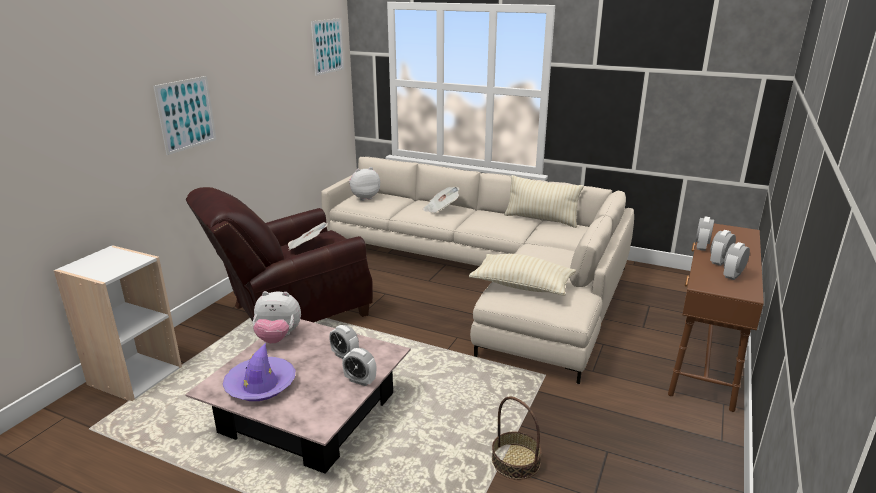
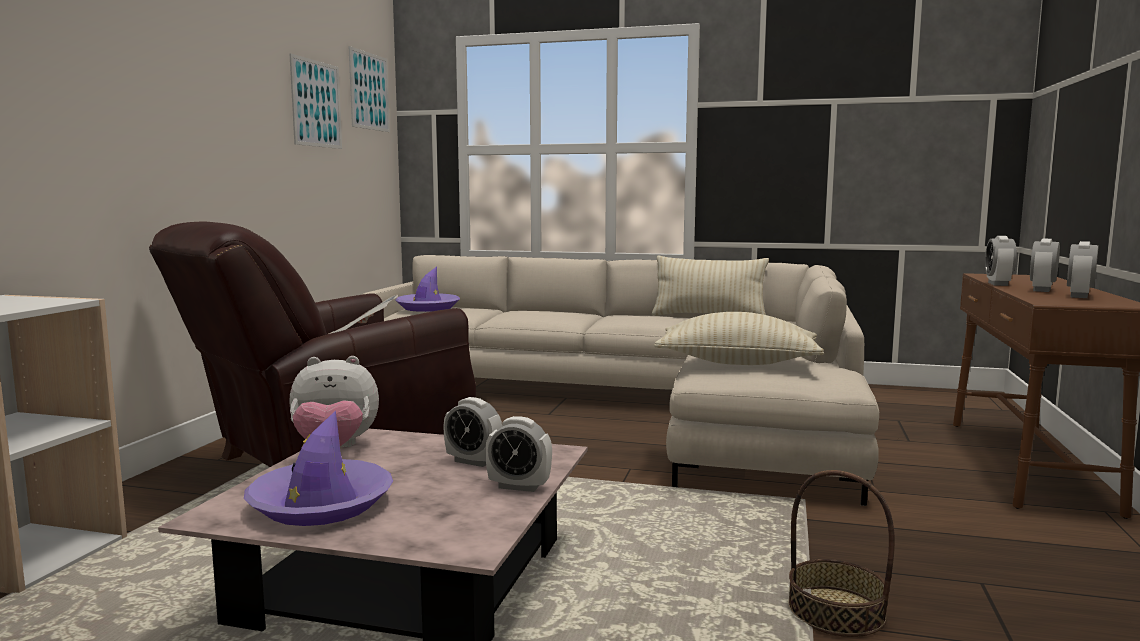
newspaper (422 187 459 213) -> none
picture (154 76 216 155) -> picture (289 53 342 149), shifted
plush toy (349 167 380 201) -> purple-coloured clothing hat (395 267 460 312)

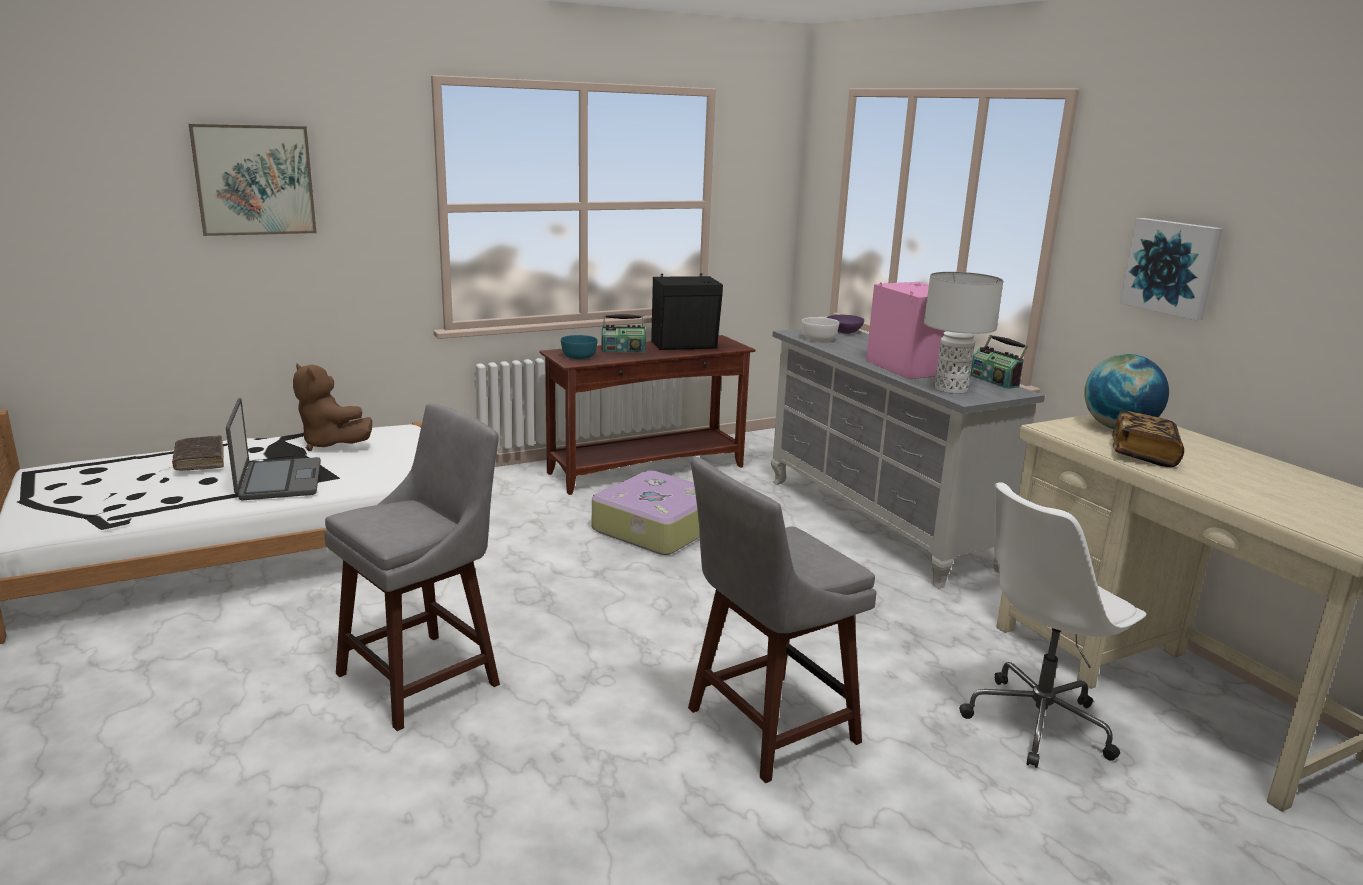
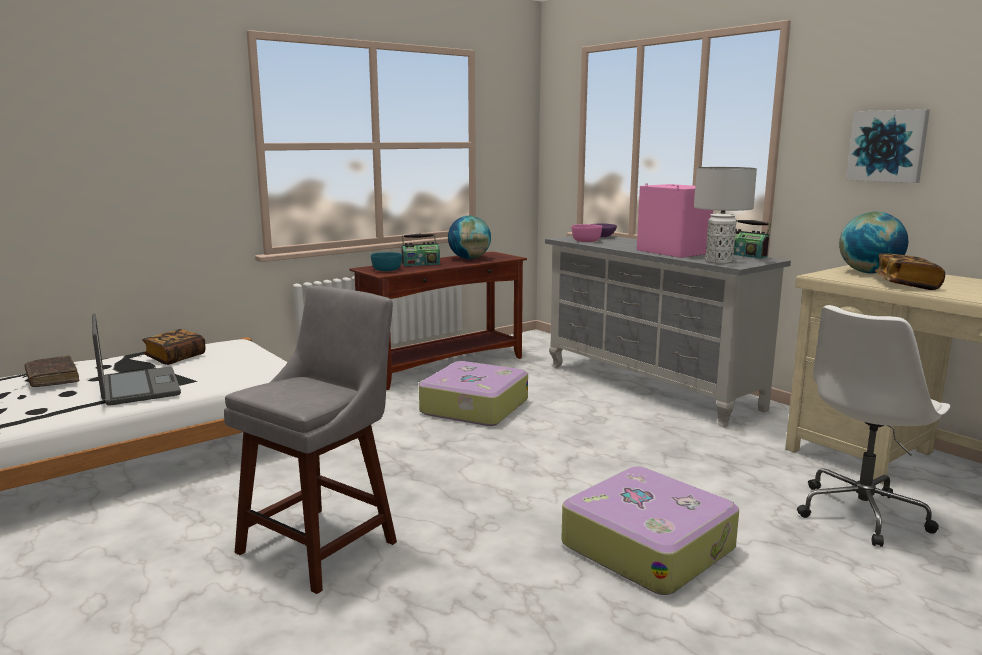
picture (189 124 317 236) -> none
brown plush toy (293 364 372 451) -> volume (142 329 205 365)
blackish audio speaker (651 273 723 350) -> globe (448 216 491 259)
grey upright chair (688 457 876 783) -> travel case (561 466 739 595)
whitish deep dish (802 317 839 342) -> pink deep dish (571 224 602 242)

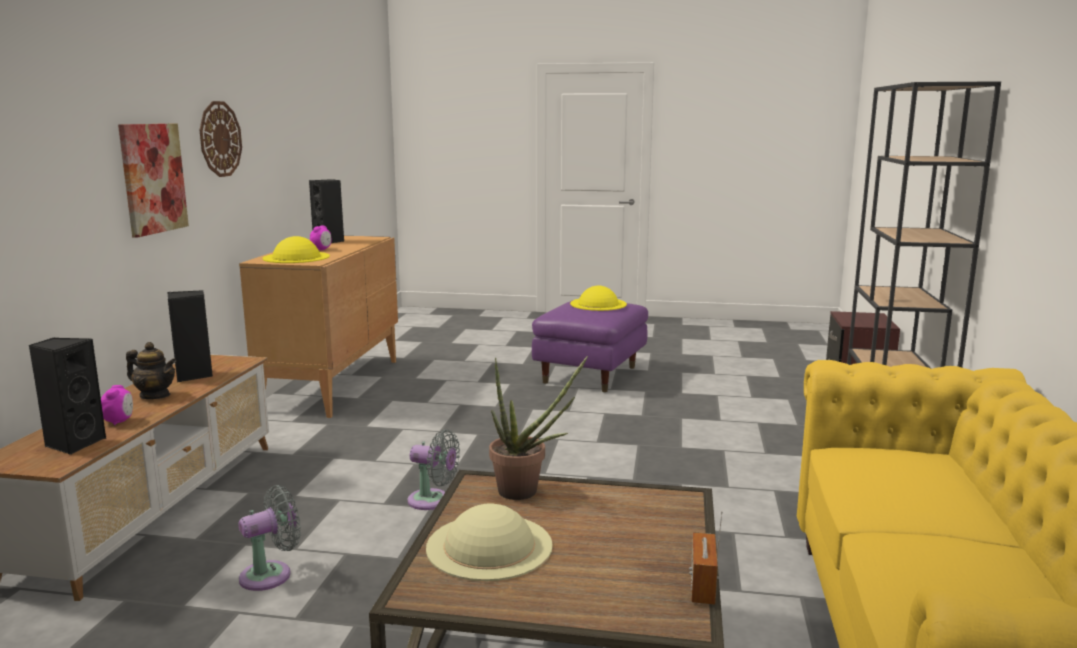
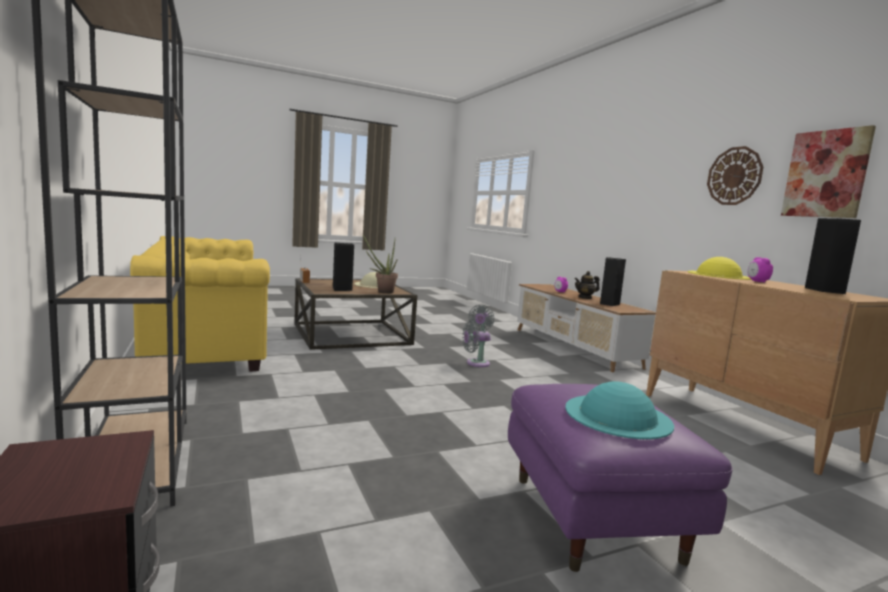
blackish audio speaker (29 338 106 455) -> blackish audio speaker (333 242 354 291), shifted
picture (118 124 189 238) -> picture (781 125 876 218), shifted
yellow-coloured clothing hat (570 286 627 311) -> blue-green clothing hat (565 381 674 439)

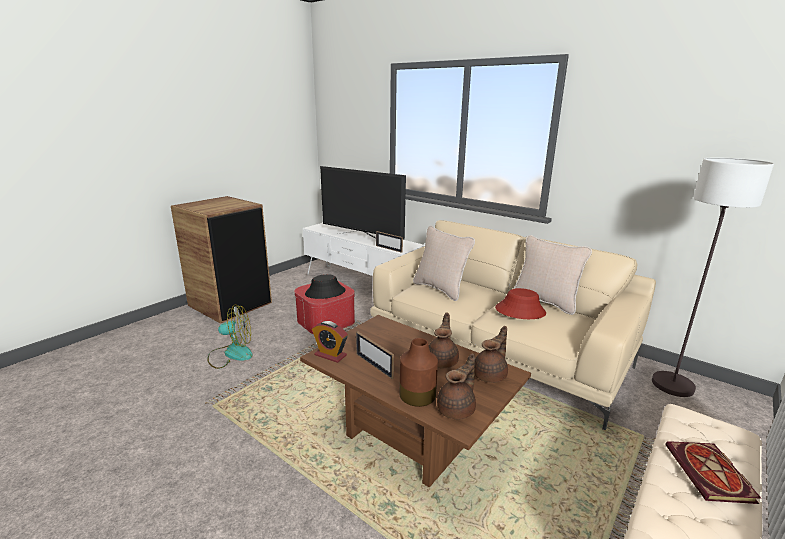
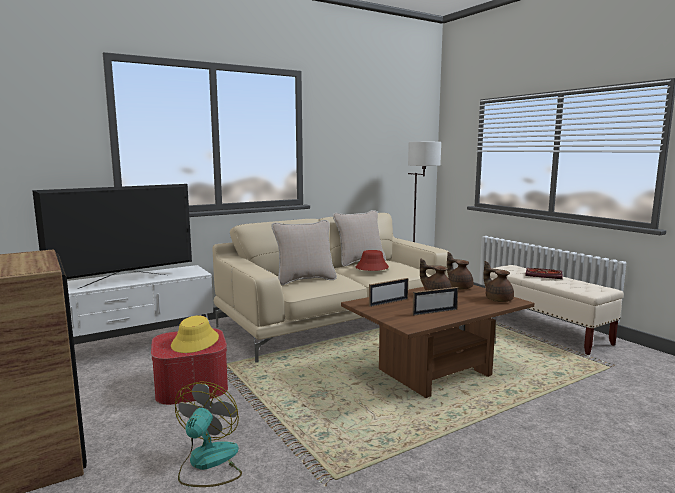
bedside clock (312 321 348 363) -> none
brown decorative vase (399 338 438 407) -> none
standing frame (376 231 403 253) -> standing frame (369 278 408 307), shifted
blackish clothing hat (305 274 346 299) -> yellow-coloured clothing hat (171 315 219 353)

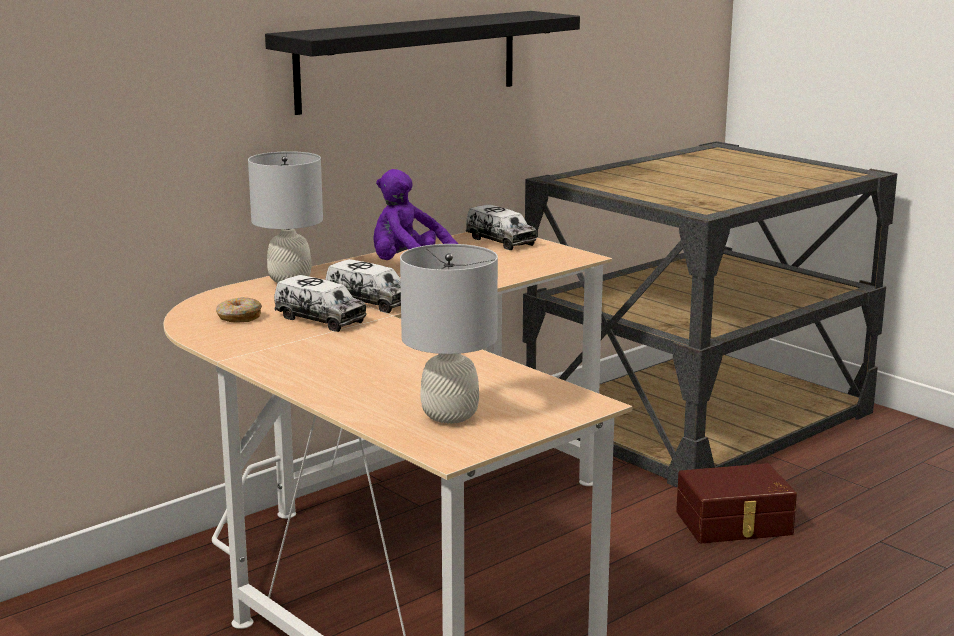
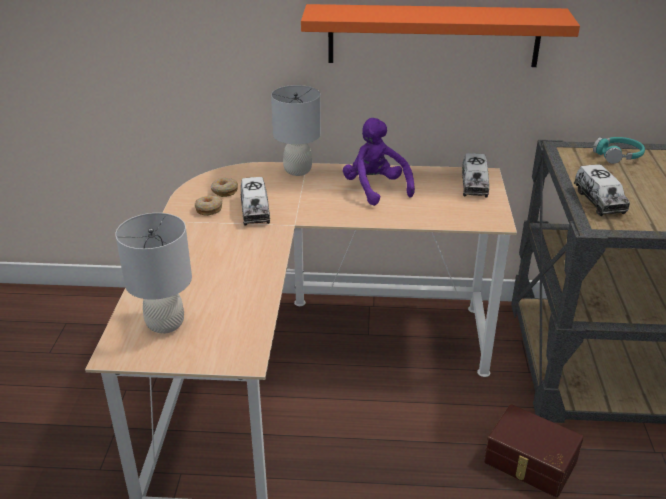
none -> ring doughnut (195 195 223 216)
none -> blue-green pair of headphones (593 137 645 164)
toy lorry (325 259 401 313) -> toy lorry (574 165 630 216), shifted
blackish bracket shelf (265 11 580 115) -> orangey bracket shelf (301 4 580 67)

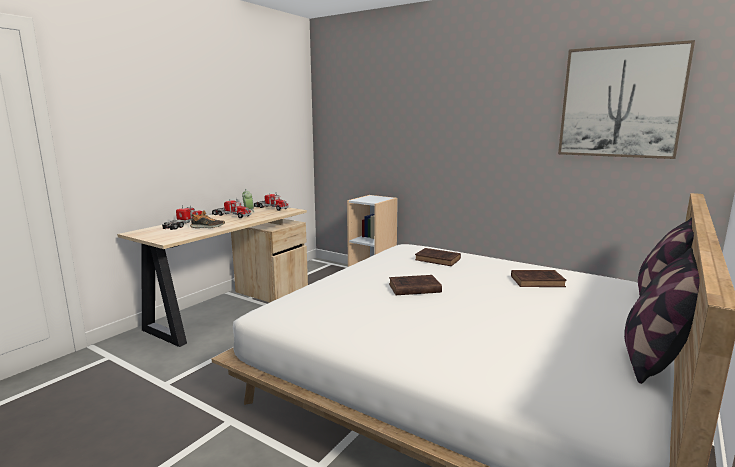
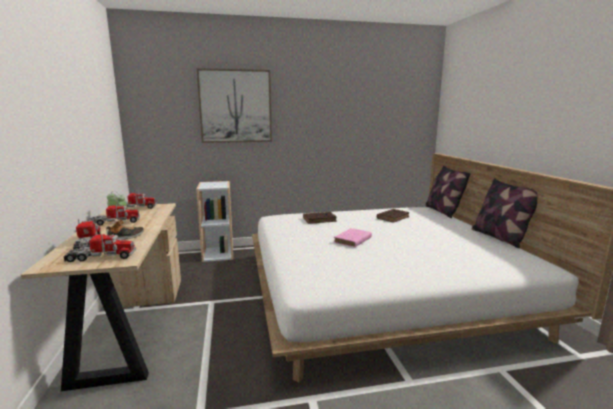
none -> toy lorry (64 230 136 262)
picture (558 40 695 159) -> picture (197 68 272 143), shifted
brown volume (389 275 442 295) -> pink volume (334 228 372 247)

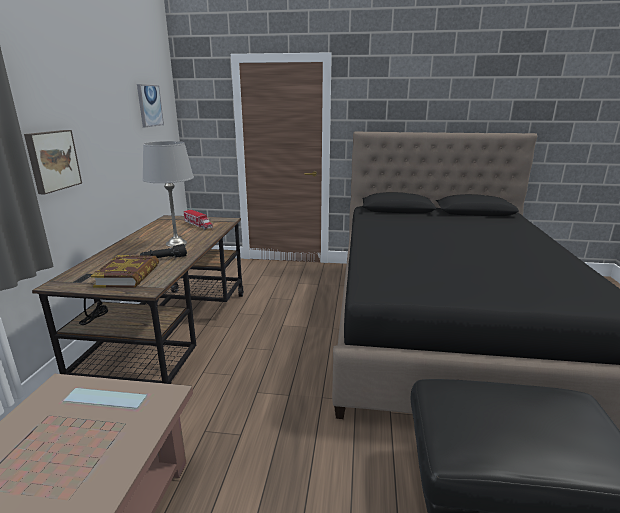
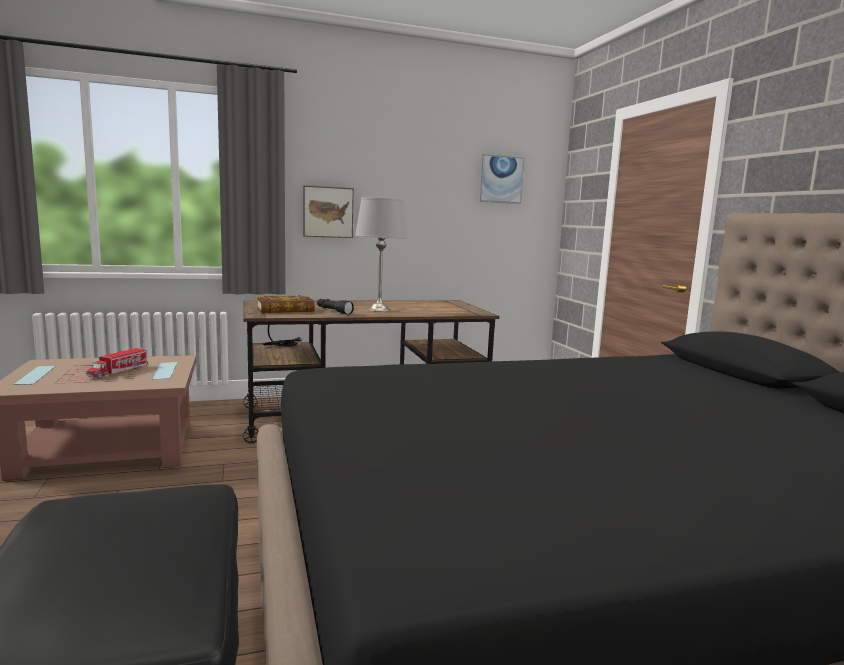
toy lorry (184 210 213 230) -> toy lorry (86 348 148 379), shifted

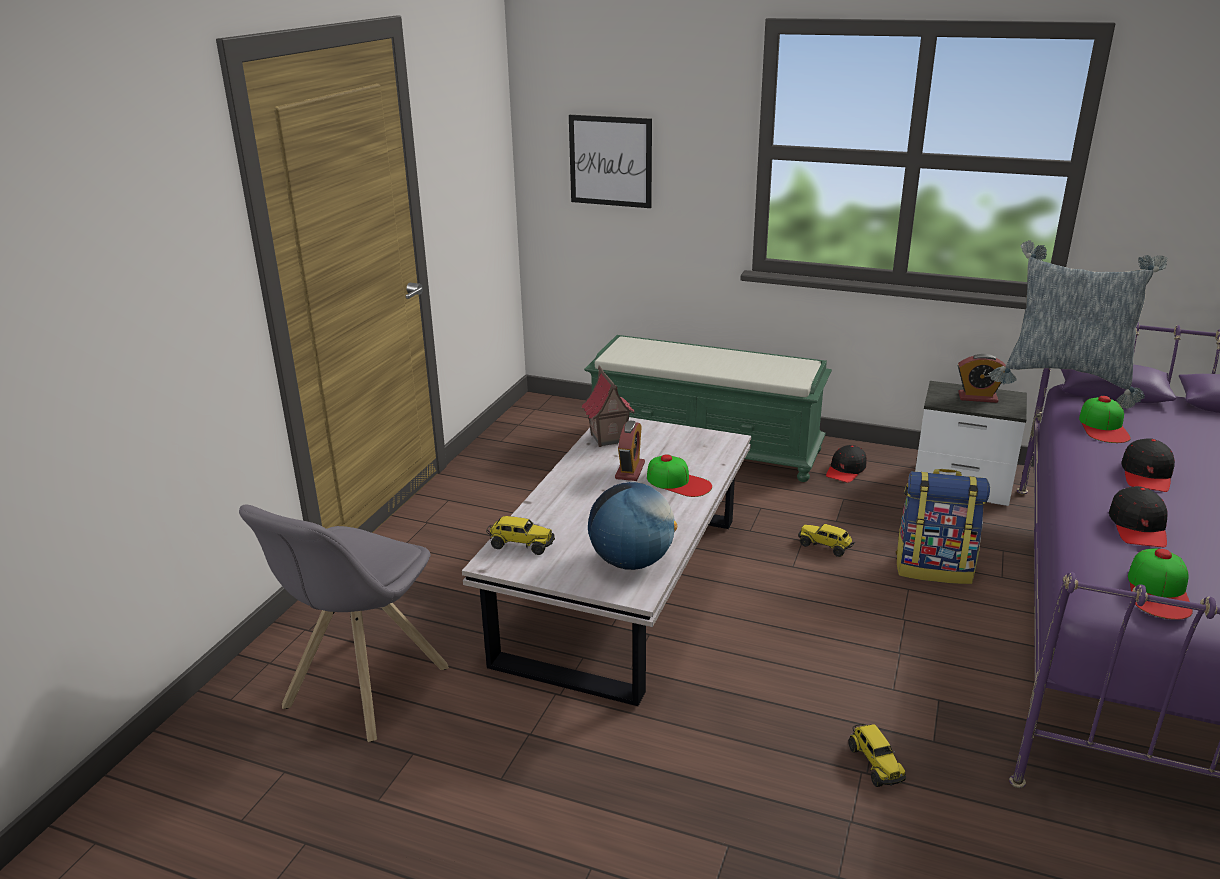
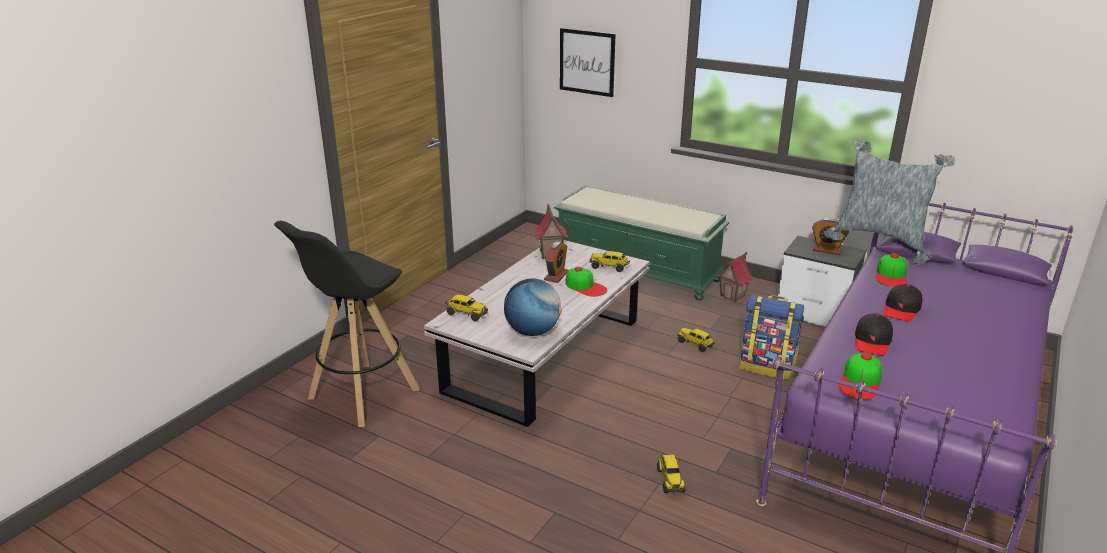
none -> toy lorry (589 251 630 272)
grey upright chair (239 505 449 742) -> blackish stool seat (274 221 419 427)
blackish baseball cap (826 445 867 483) -> model house (717 252 753 302)

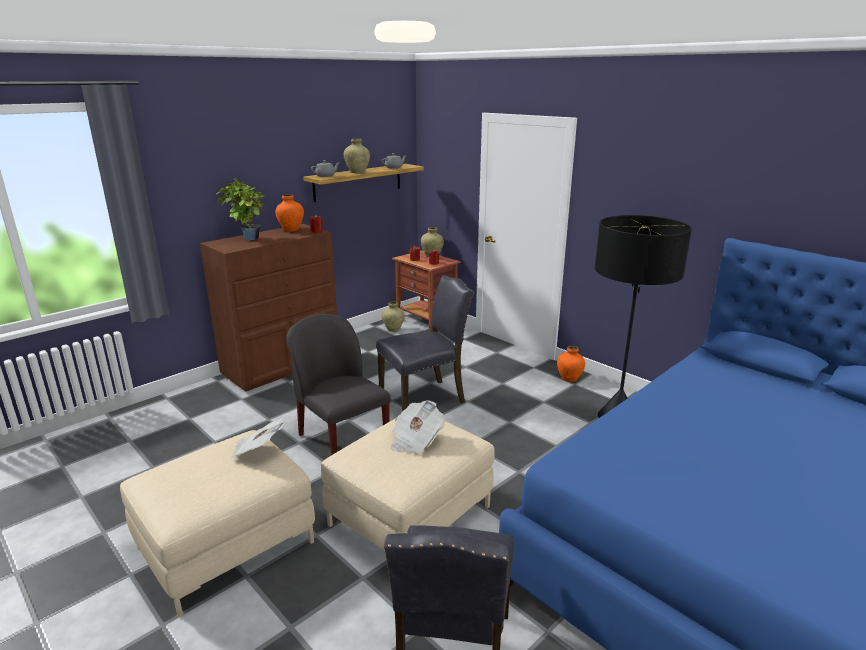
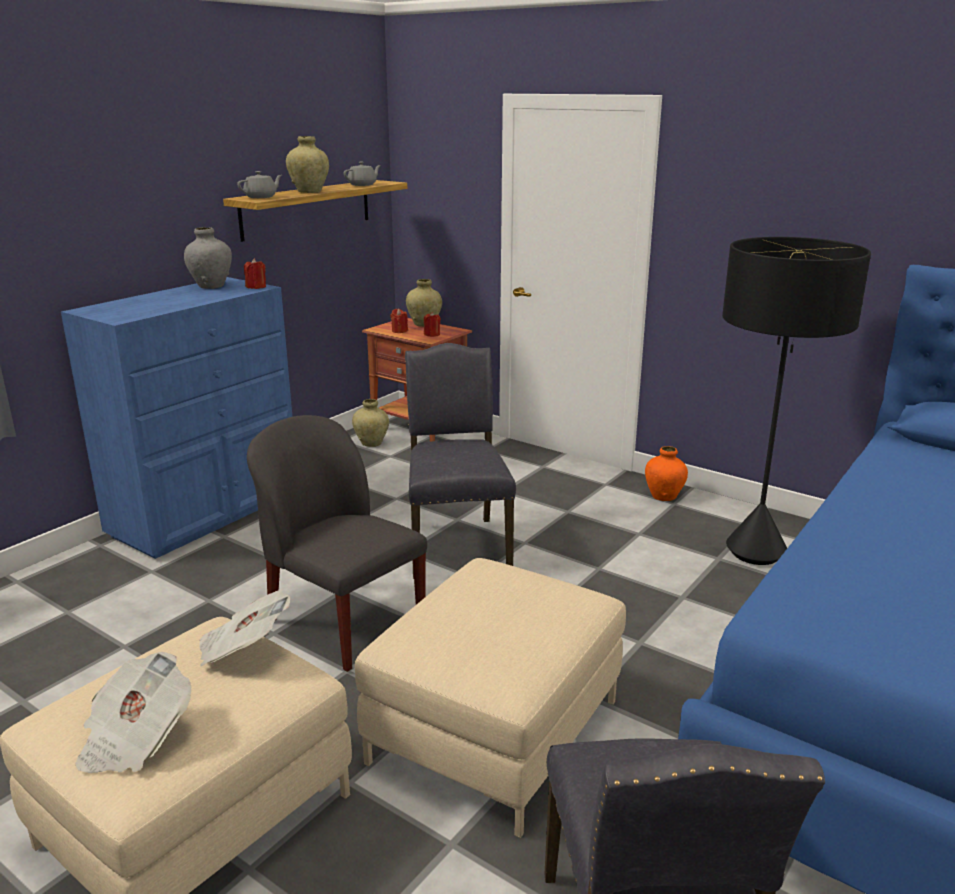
houseplant (216 178 264 240) -> none
newspaper (391 400 445 454) -> newspaper (75 652 191 773), shifted
brown drawer chest (200 224 337 391) -> bluish drawer chest (61 277 292 559)
orangey decorative vase (275 194 304 232) -> grey decorative vase (184 227 232 289)
grey upright chair (376 275 475 412) -> grey upright chair (405 343 516 579), 60 degrees counterclockwise

